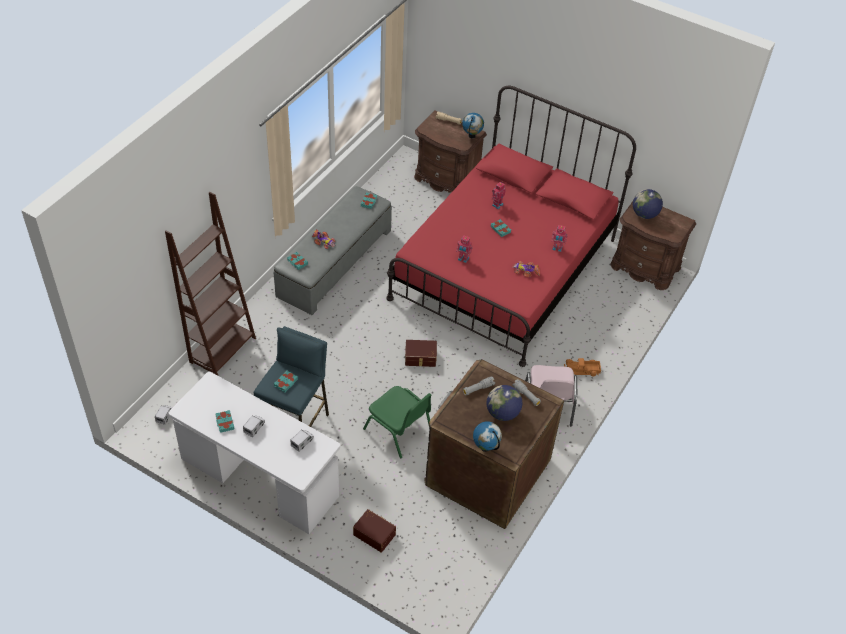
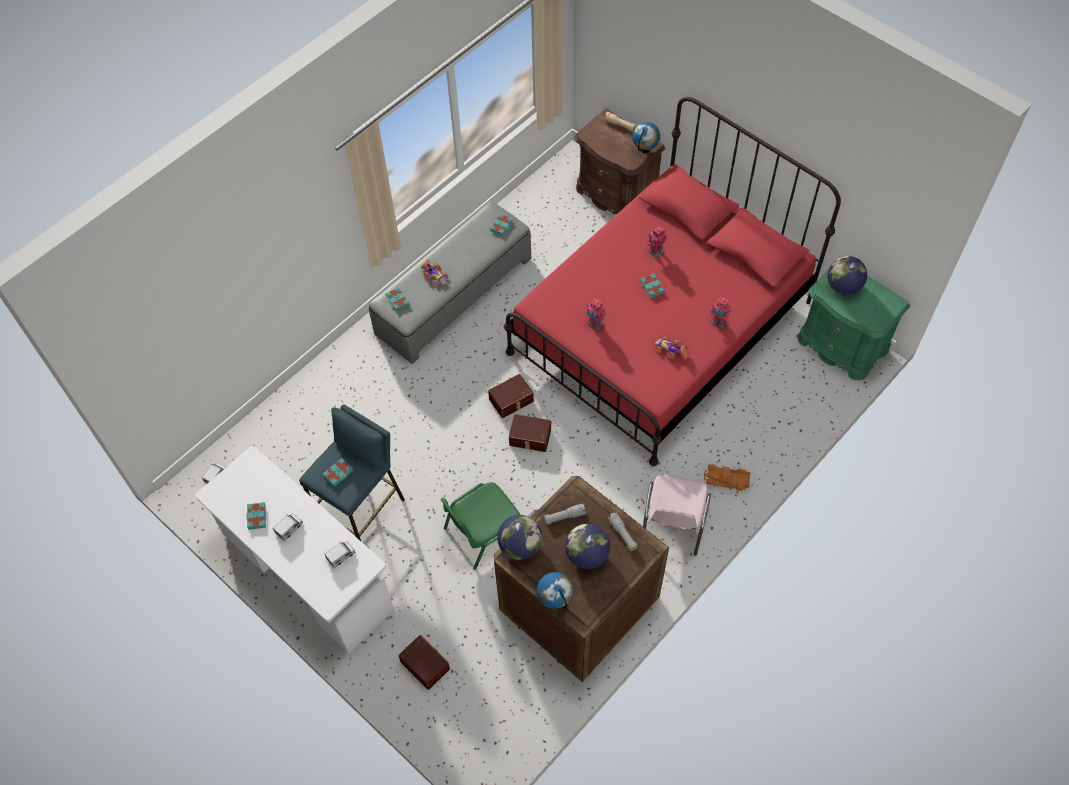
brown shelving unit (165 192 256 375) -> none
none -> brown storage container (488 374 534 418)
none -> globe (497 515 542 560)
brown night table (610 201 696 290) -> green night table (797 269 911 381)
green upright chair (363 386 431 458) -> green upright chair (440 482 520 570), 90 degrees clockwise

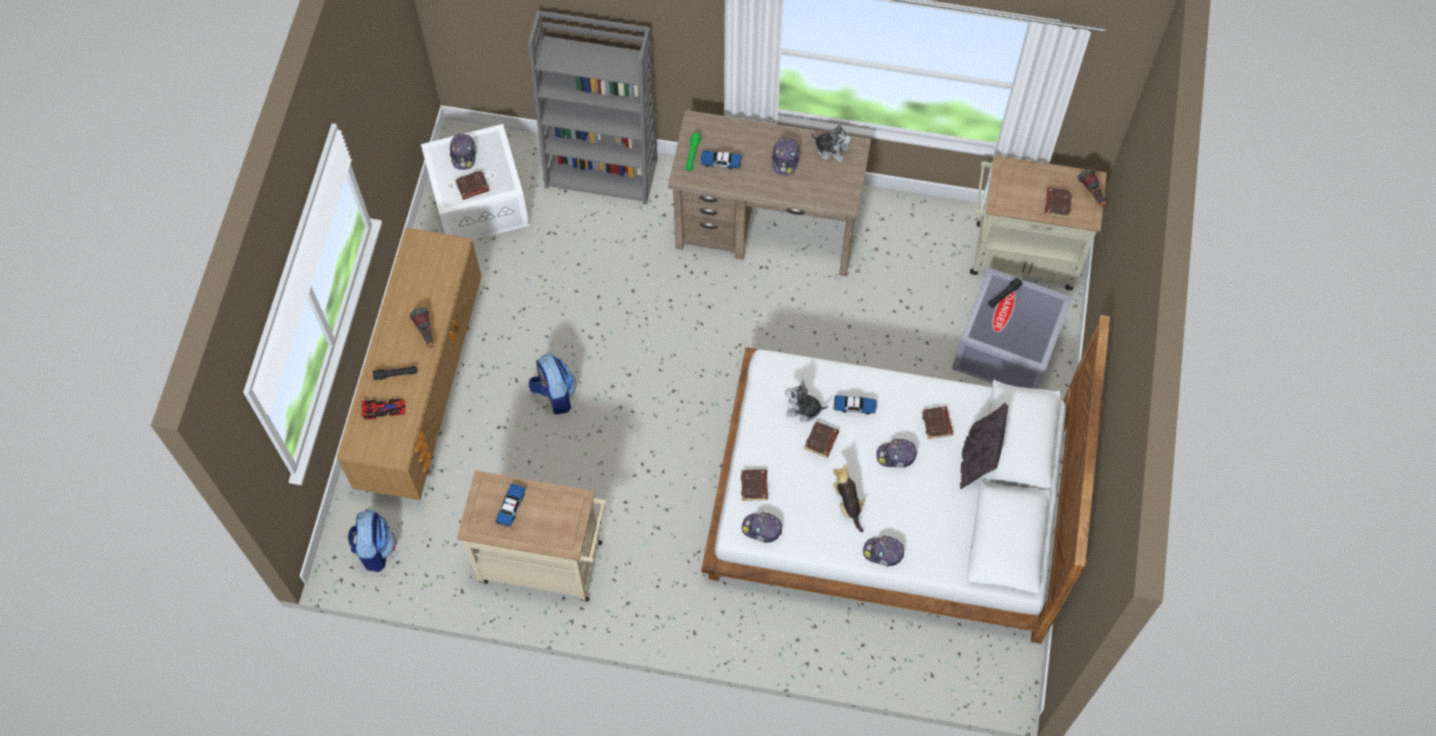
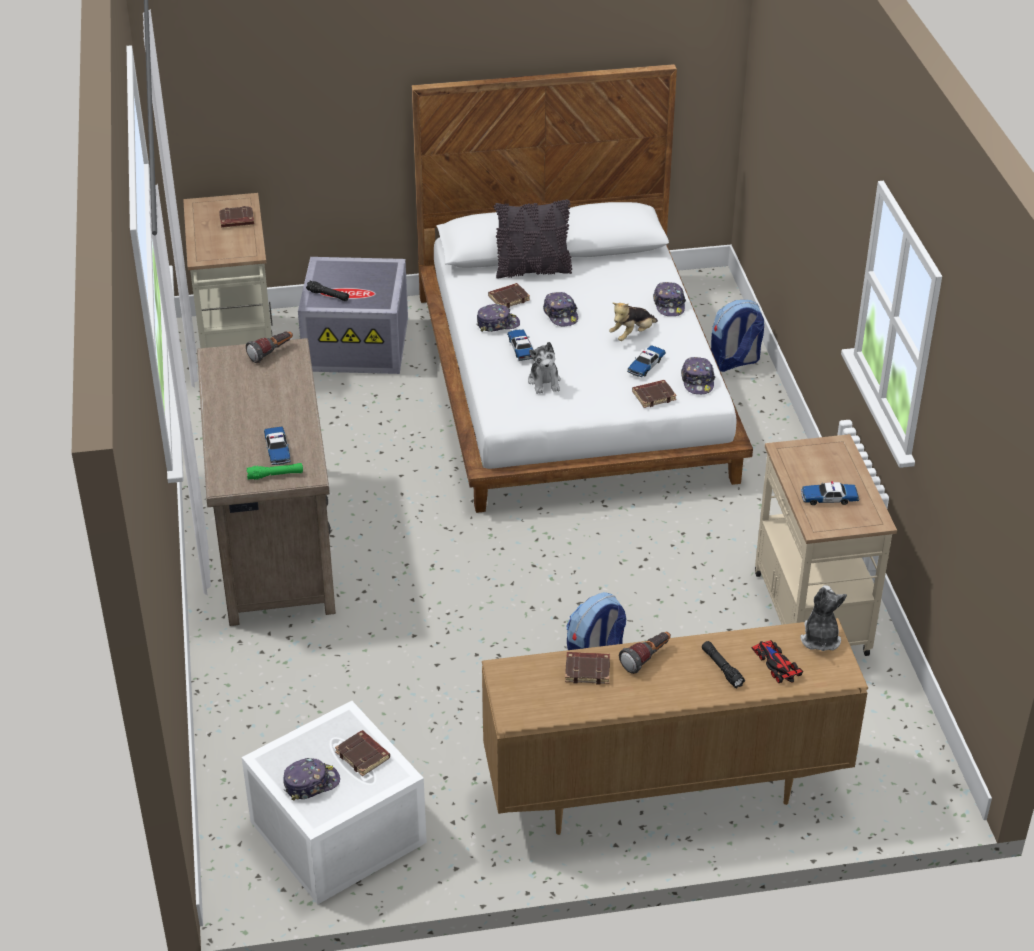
grey shelving unit (528 10 658 204) -> none
none -> model car (627 345 666 377)
knapsack (348 509 396 572) -> knapsack (711 300 764 372), shifted
baseball cap (772 138 800 175) -> baseball cap (476 304 520 332), shifted
brown volume (804 421 839 458) -> brown volume (565 652 610 685), shifted
plush toy (811 125 851 162) -> plush toy (800 585 847 651), shifted
torch (1077 168 1106 207) -> torch (246 331 293 363), shifted

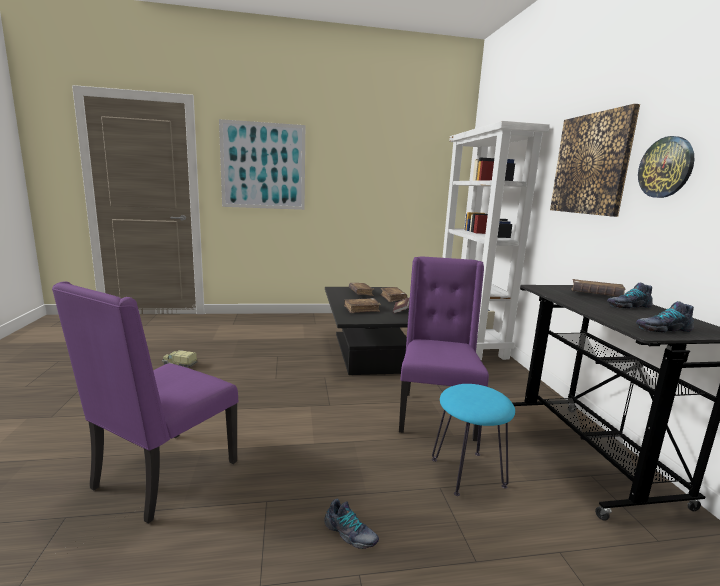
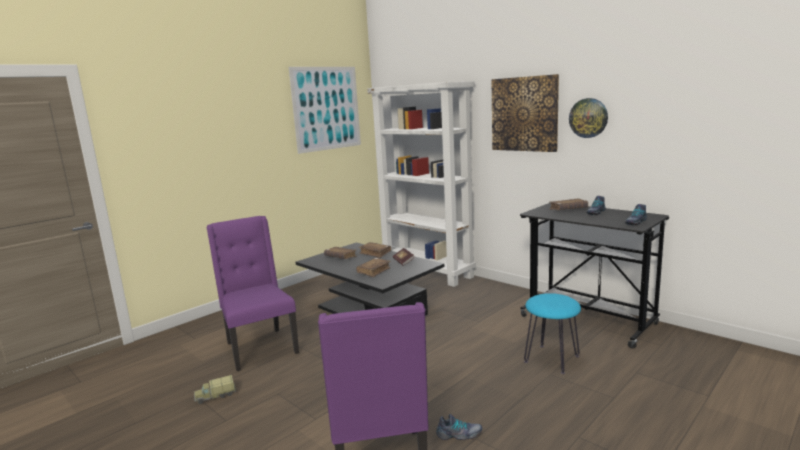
picture (219 119 305 210) -> picture (289 67 361 154), shifted
item of footwear (324 499 379 549) -> item of footwear (436 414 482 440), shifted
purple-coloured upright chair (399 256 489 441) -> purple-coloured upright chair (207 216 299 371), shifted

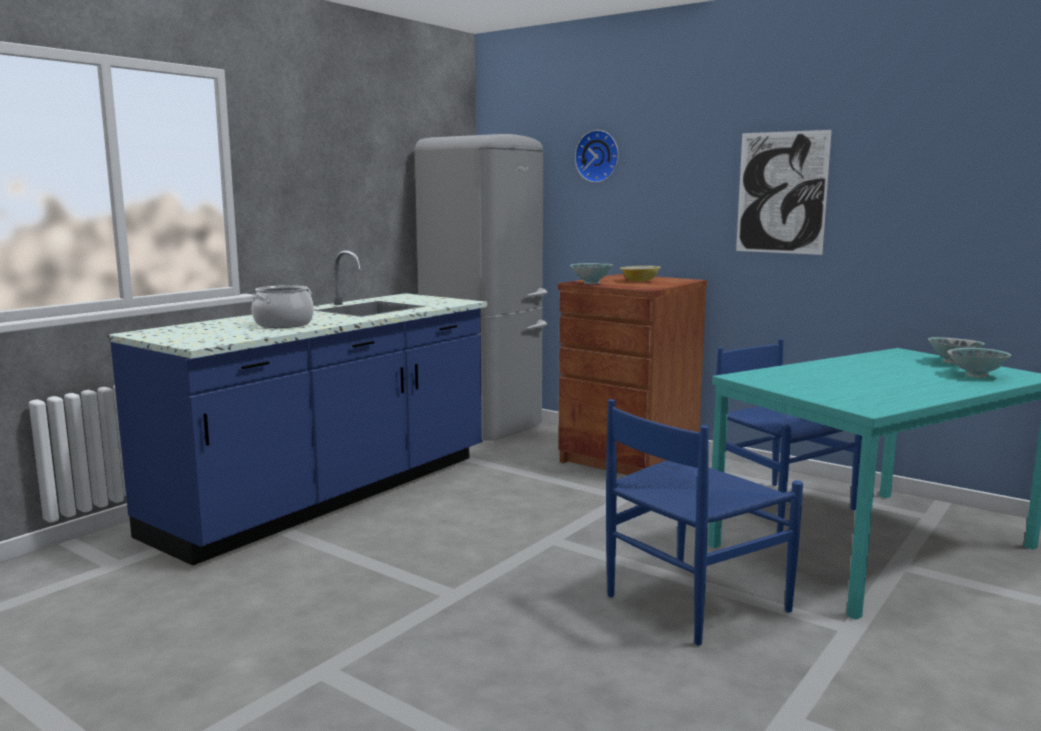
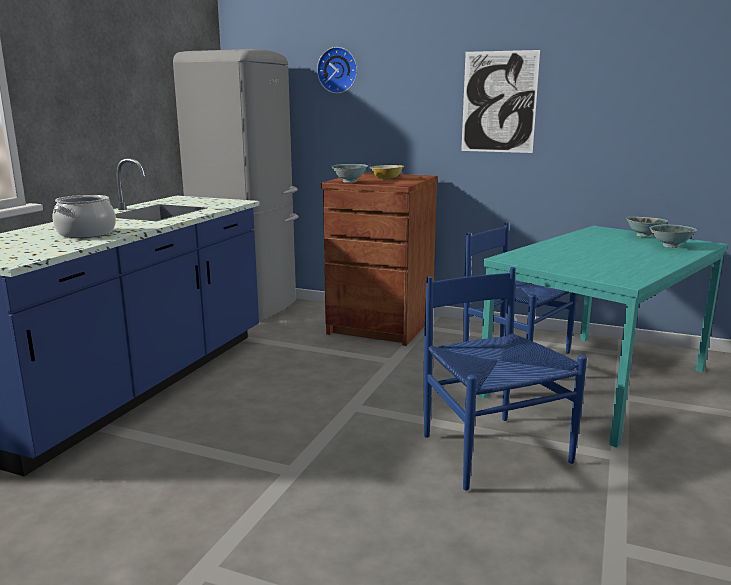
bluish upright chair (606 399 803 645) -> bluish upright chair (424 267 587 490), 120 degrees clockwise

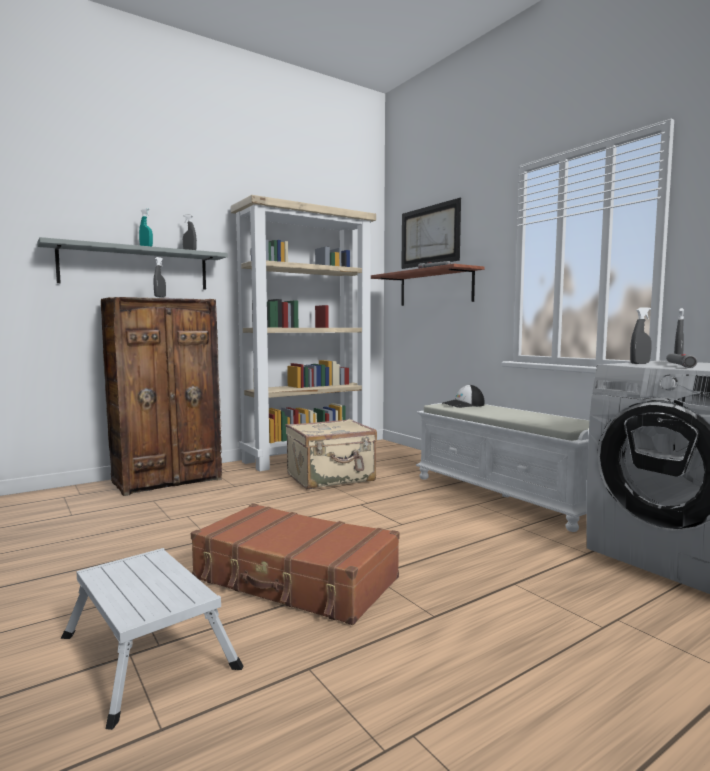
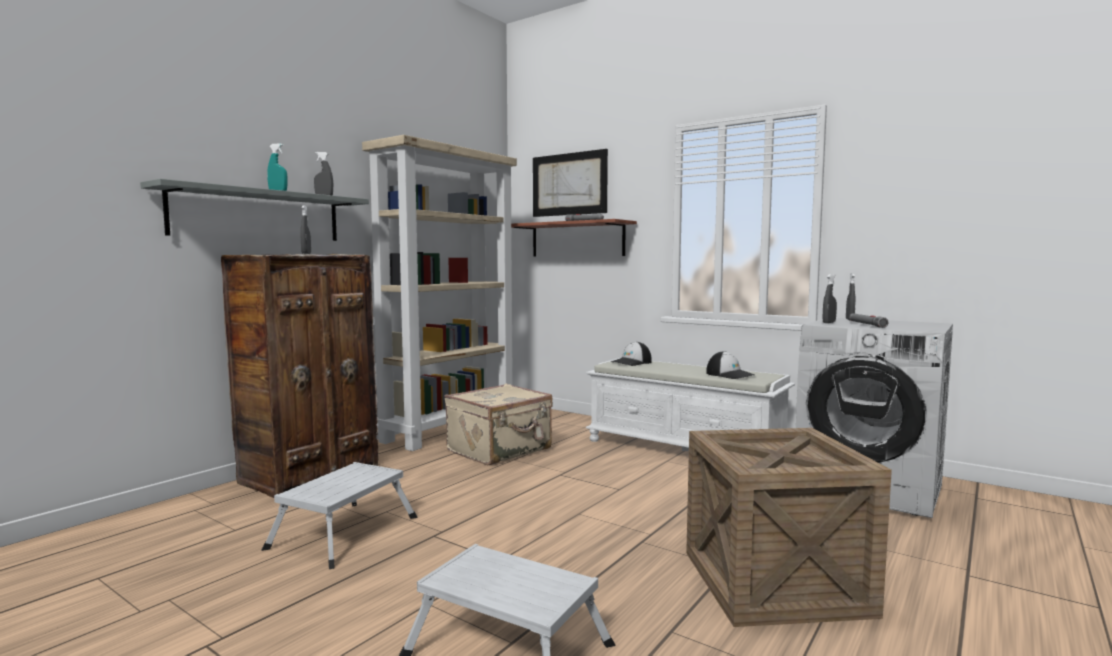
brown travel case (191 503 399 625) -> none
none -> whitish stepladder (261 462 418 569)
none -> crate (686 428 892 627)
none -> baseball cap (706 351 755 379)

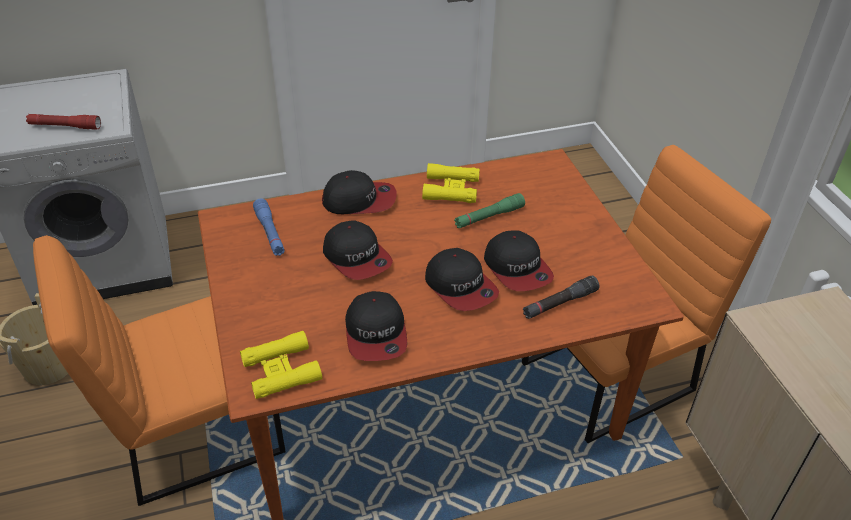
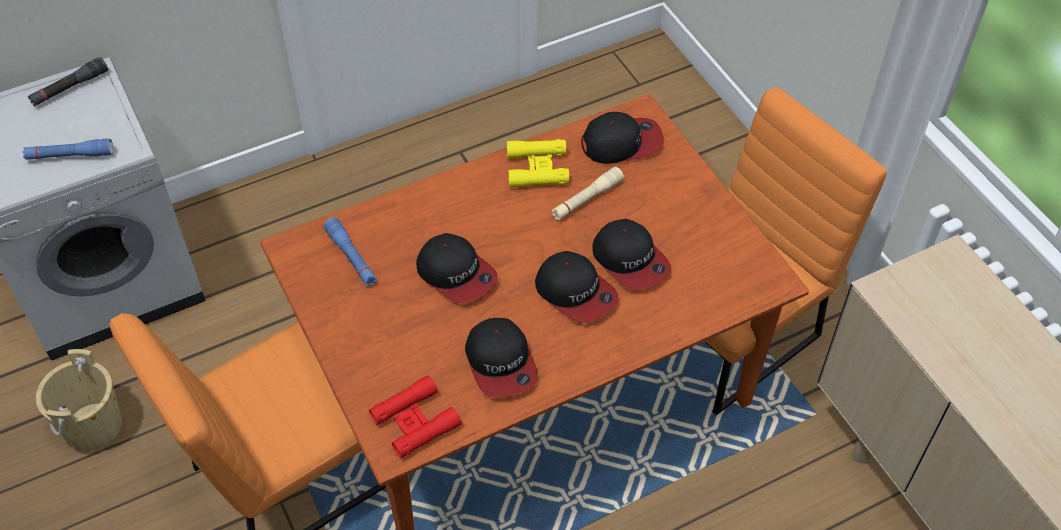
baseball cap (322 170 396 214) -> baseball cap (581 112 664 164), shifted
blackish torch (523 276 600 319) -> blackish torch (28 57 108 106), shifted
reddish torch (26 114 101 130) -> bluish torch (22 139 113 160)
yellow-coloured binoculars (240 331 322 399) -> reddish binoculars (369 375 461 458)
green torch (454 193 525 228) -> sand-coloured torch (552 167 624 220)

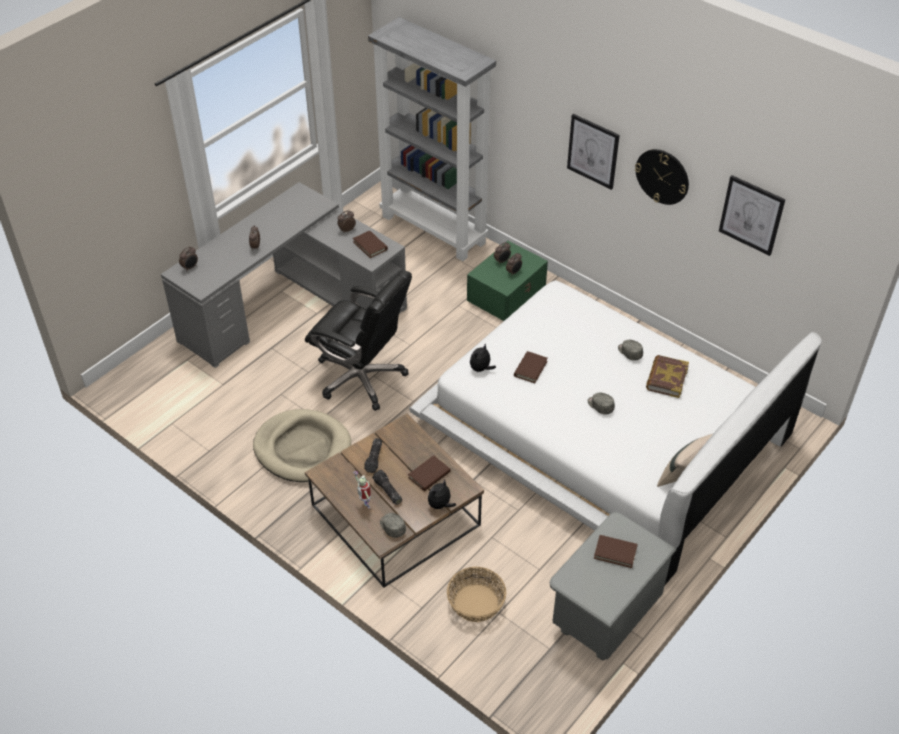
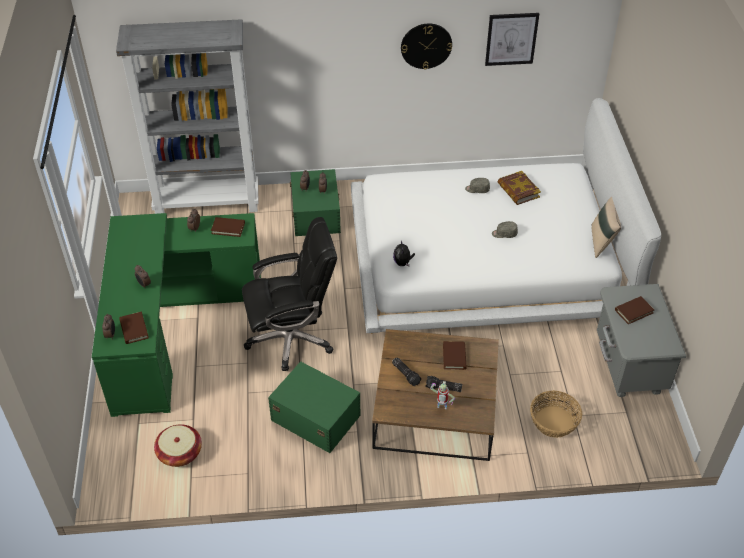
grey baseball cap (380 513 406 538) -> none
plush toy (428 480 456 509) -> none
picture (567 114 620 190) -> none
none -> household basket (154 424 202 467)
brown volume (514 351 548 383) -> brown volume (119 311 149 344), shifted
sand-coloured pet bed (253 409 351 482) -> green storage container (268 361 361 453)
grey desk (161 182 407 368) -> green desk (92 213 261 417)

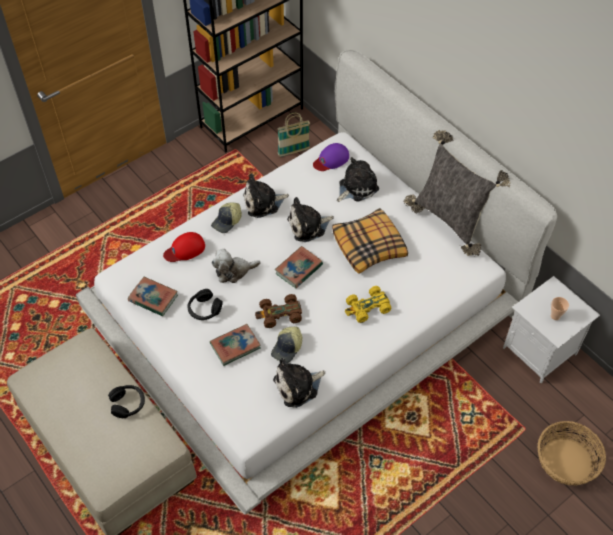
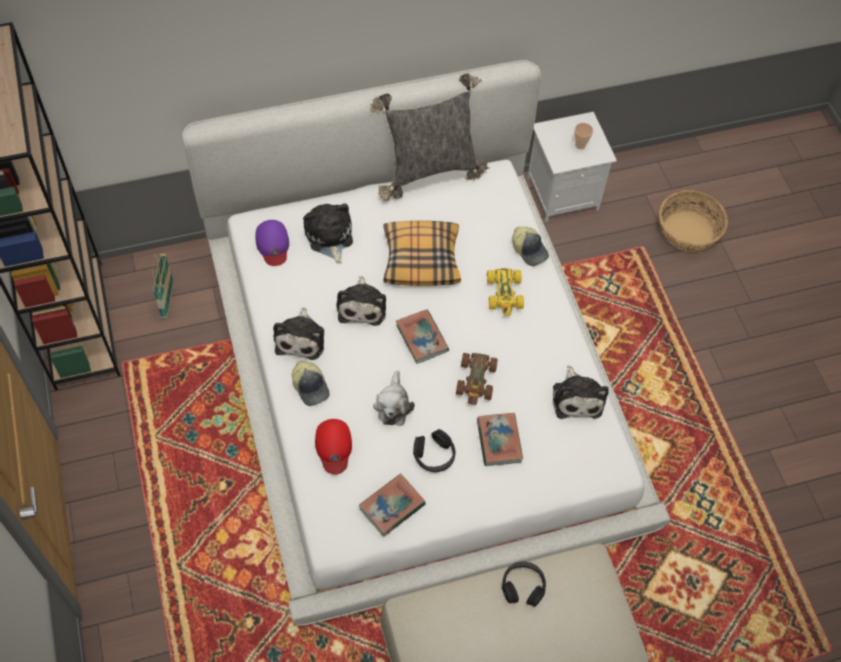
baseball cap (271 327 302 363) -> baseball cap (512 227 549 266), shifted

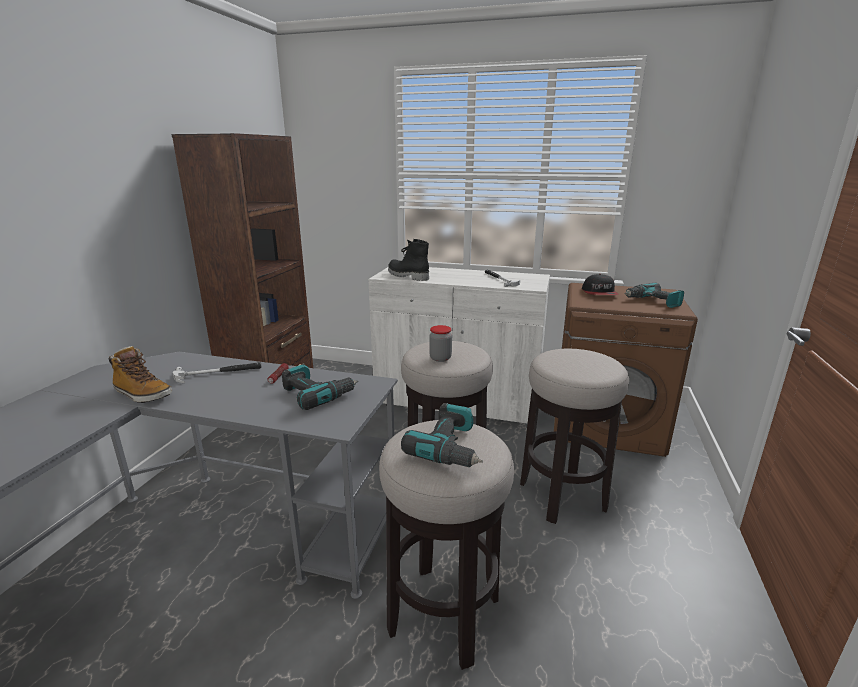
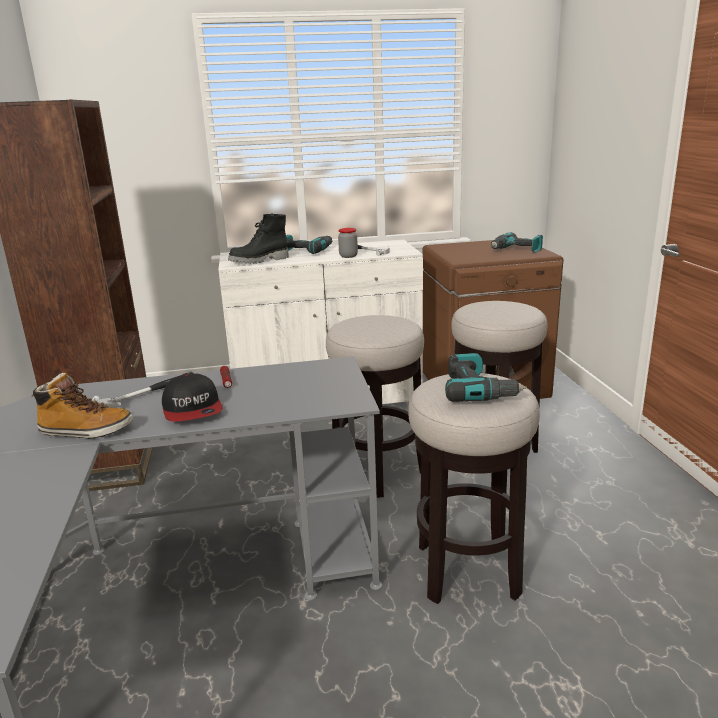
drill (282 364 358 410) -> drill (286 235 333 254), shifted
preserve jar (429 325 452 362) -> preserve jar (338 228 358 258), shifted
baseball cap (582 274 619 295) -> baseball cap (162 374 223 422), shifted
blackish boot (388 239 429 281) -> blackish boot (228 213 289 264), 45 degrees counterclockwise

